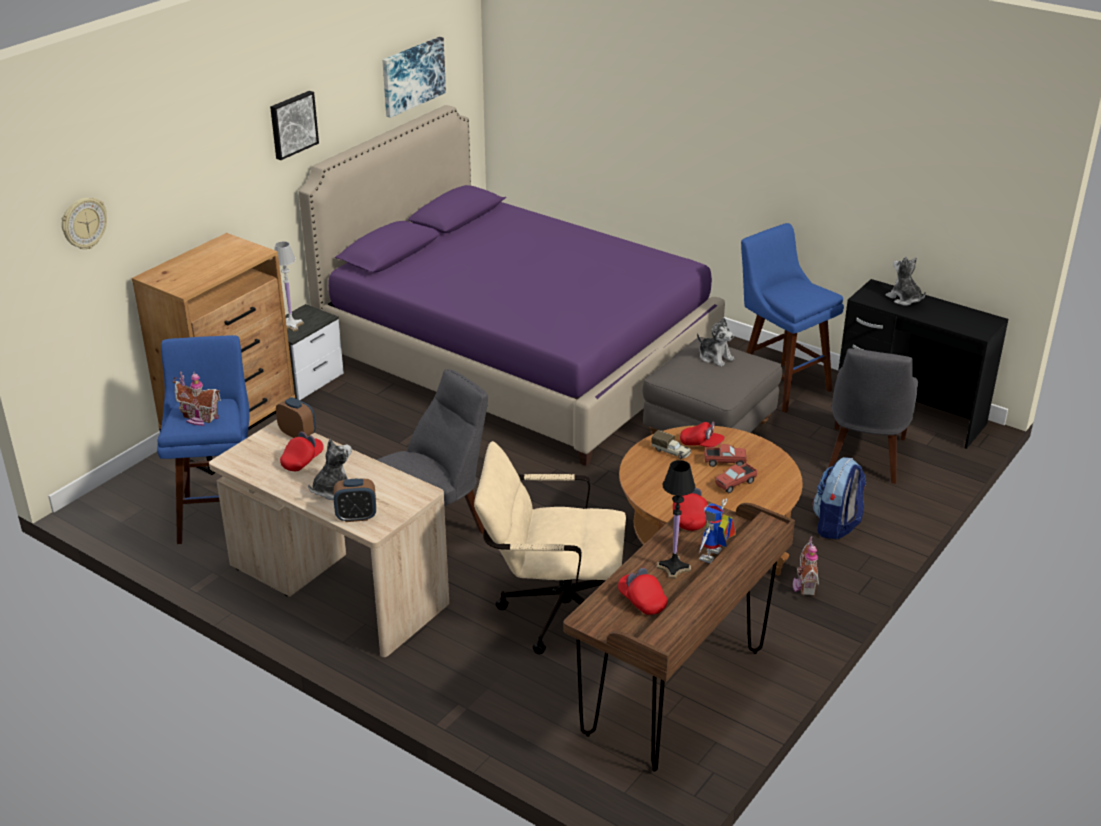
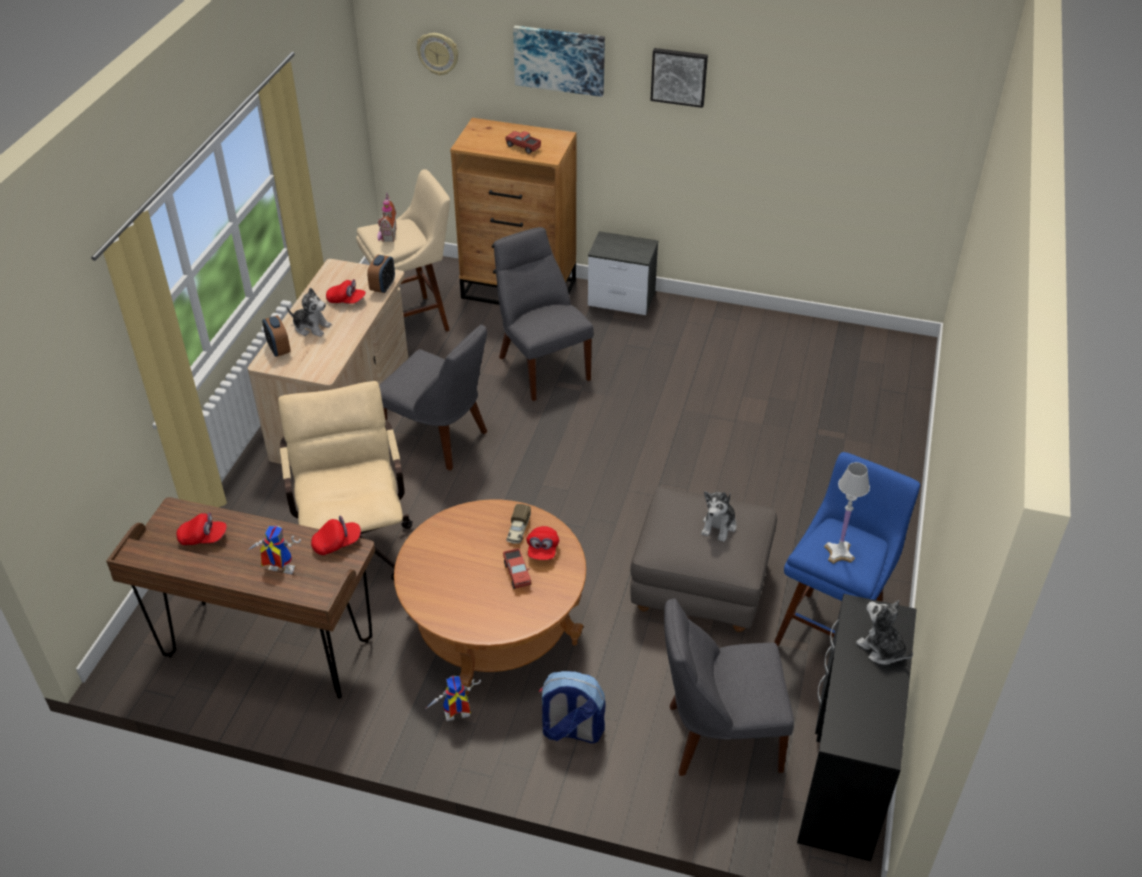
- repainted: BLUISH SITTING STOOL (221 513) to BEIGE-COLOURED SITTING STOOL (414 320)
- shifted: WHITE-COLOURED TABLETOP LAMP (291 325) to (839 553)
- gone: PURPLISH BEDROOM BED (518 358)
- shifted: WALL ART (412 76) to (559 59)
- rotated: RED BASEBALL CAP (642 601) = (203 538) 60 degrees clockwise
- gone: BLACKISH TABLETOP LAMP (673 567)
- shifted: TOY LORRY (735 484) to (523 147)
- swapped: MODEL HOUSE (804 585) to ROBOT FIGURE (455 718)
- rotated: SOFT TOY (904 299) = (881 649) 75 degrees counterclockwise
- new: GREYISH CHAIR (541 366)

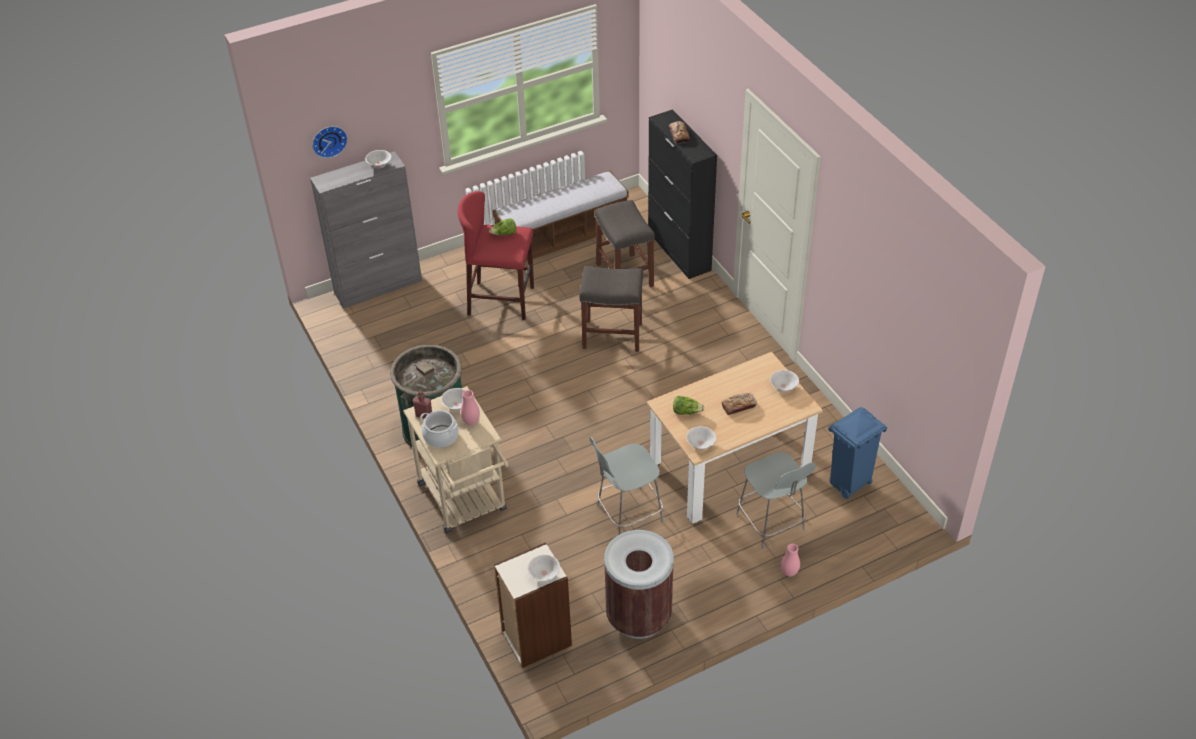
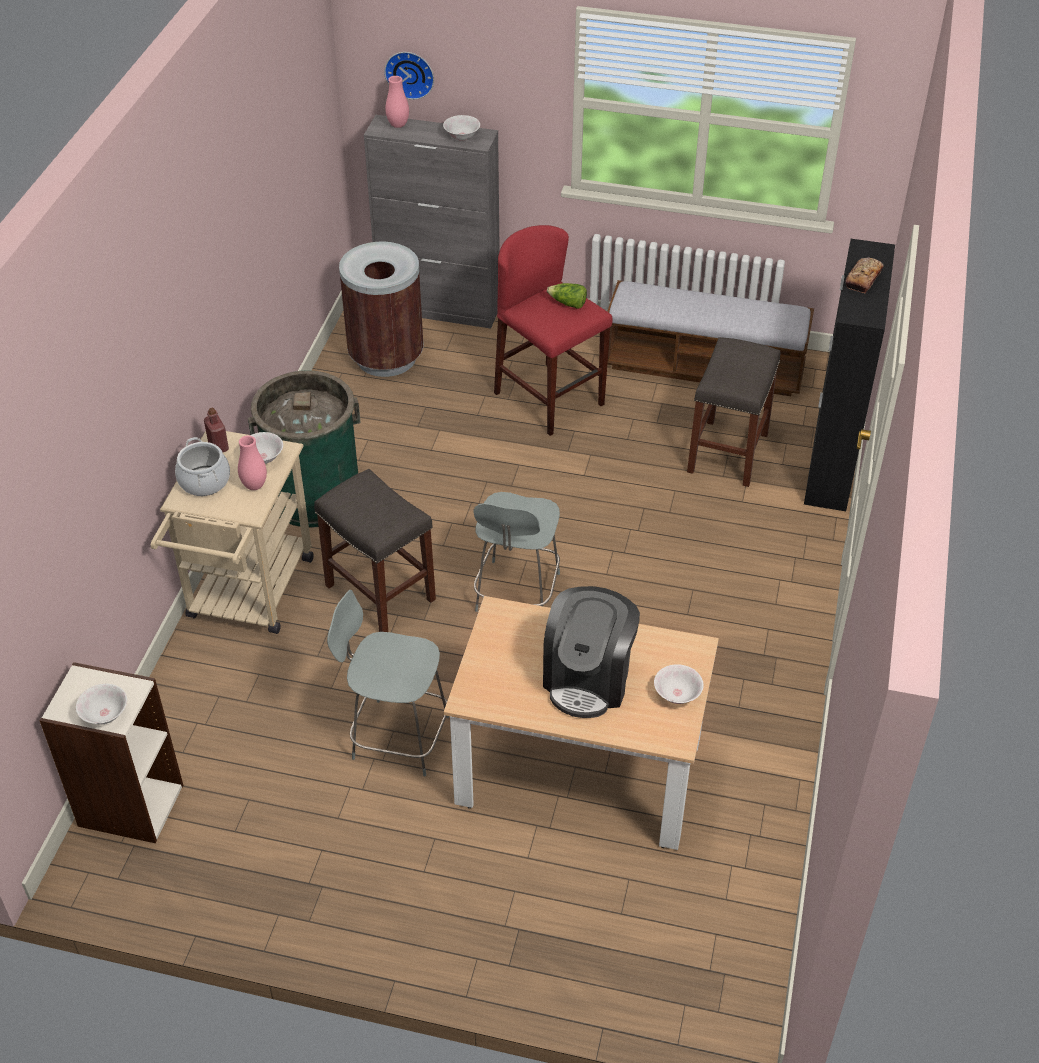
- shifted: GREYISH SITTING STOOL (611 335) to (378 592)
- shifted: BROWNISH TRASH CAN (638 616) to (385 357)
- gone: LETTUCE HEAD (686 411)
- gone: WHITE-COLOURED SERVING BOWL (701 444)
- swapped: BAKERY BREAD (738 406) to COFFEE BREWER (588 678)
- shifted: GREYISH CHAIR (771 523) to (516 595)
- shifted: PINK VASE (789 572) to (398 125)
- gone: BLUISH TRASH CAN (848 485)

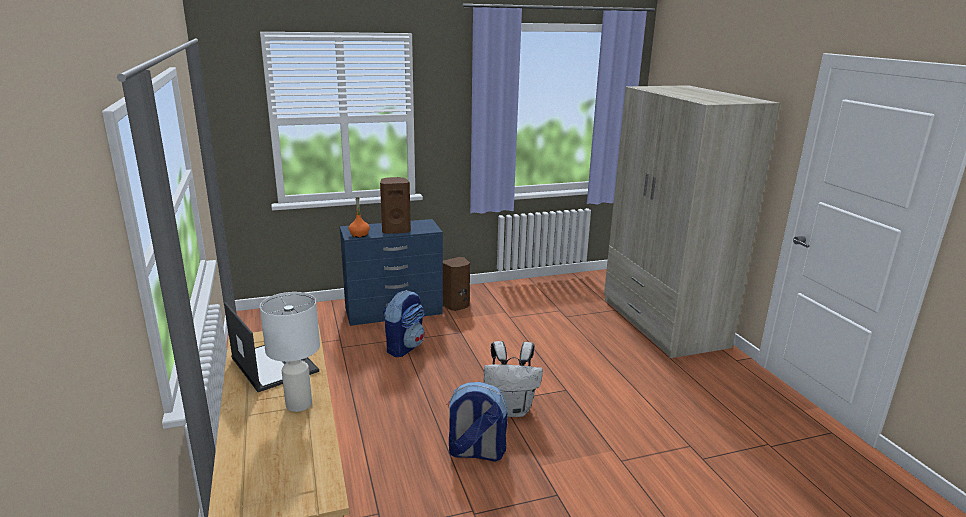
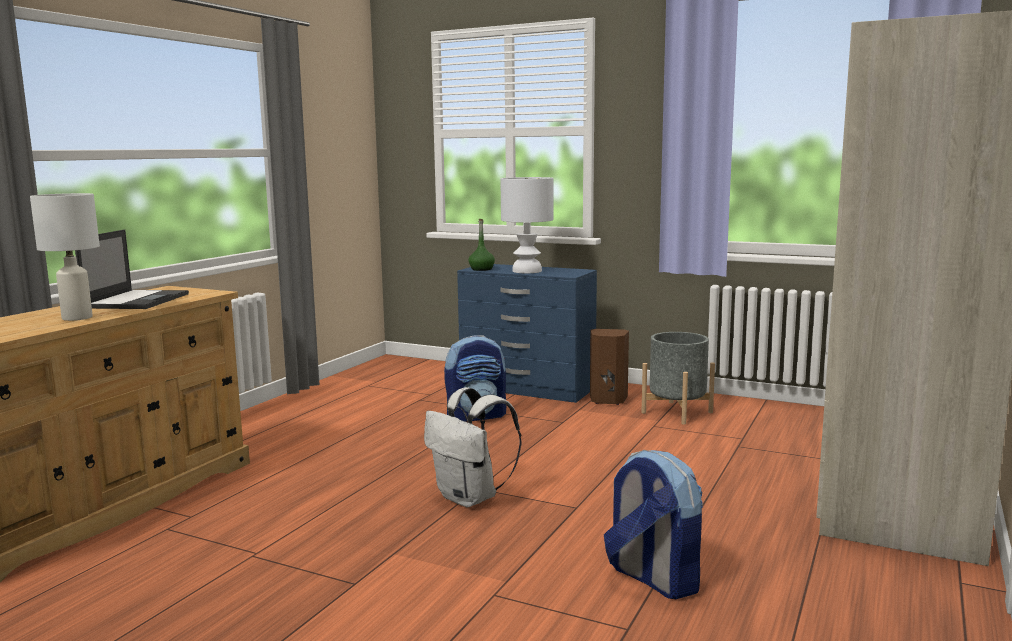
- repainted: ORANGE DRINK BOTTLE (359 235) to GREENISH DRINK BOTTLE (481 269)
- swapped: BROWNISH AUDIO SPEAKER (395 230) to WHITE-COLOURED TABLETOP LAMP (528 271)
- shifted: RUCKSACK (475 452) to (652 578)
- new: GREYISH PLANTER (677 412)

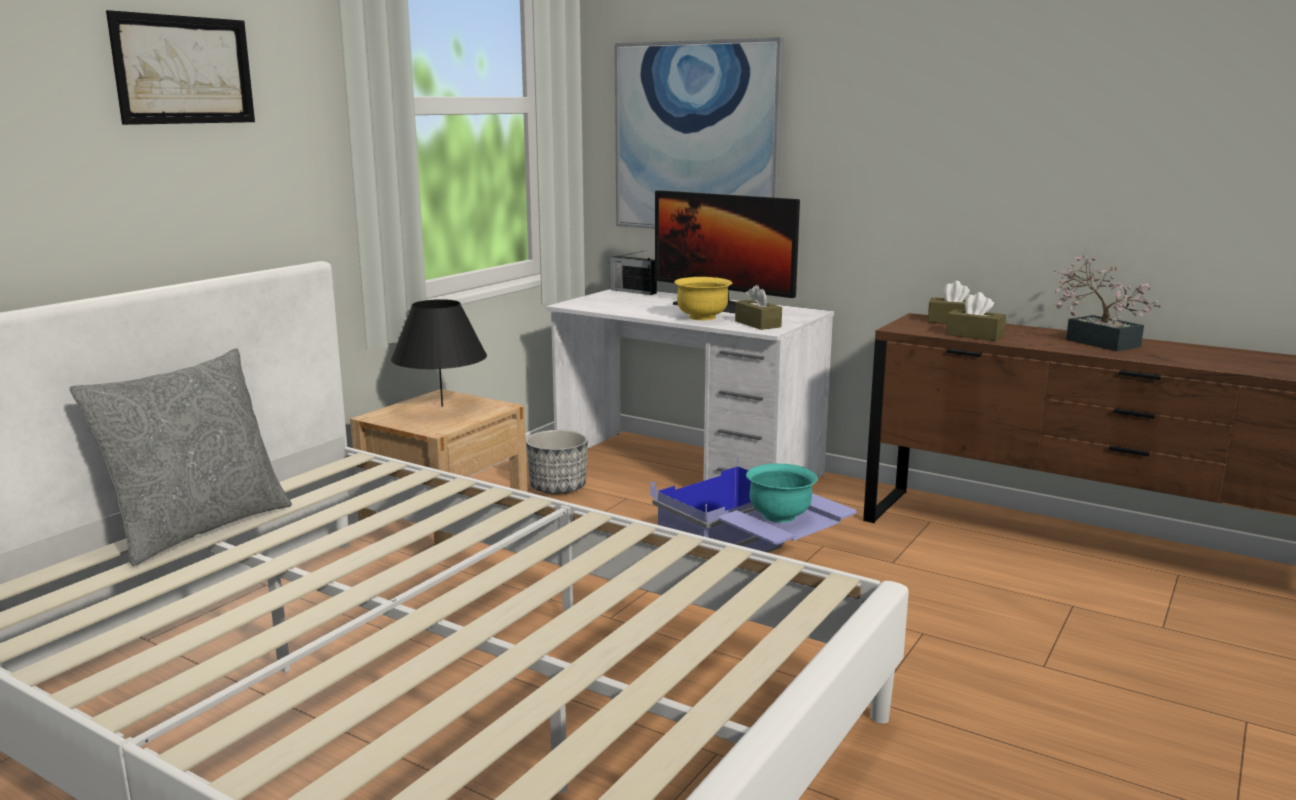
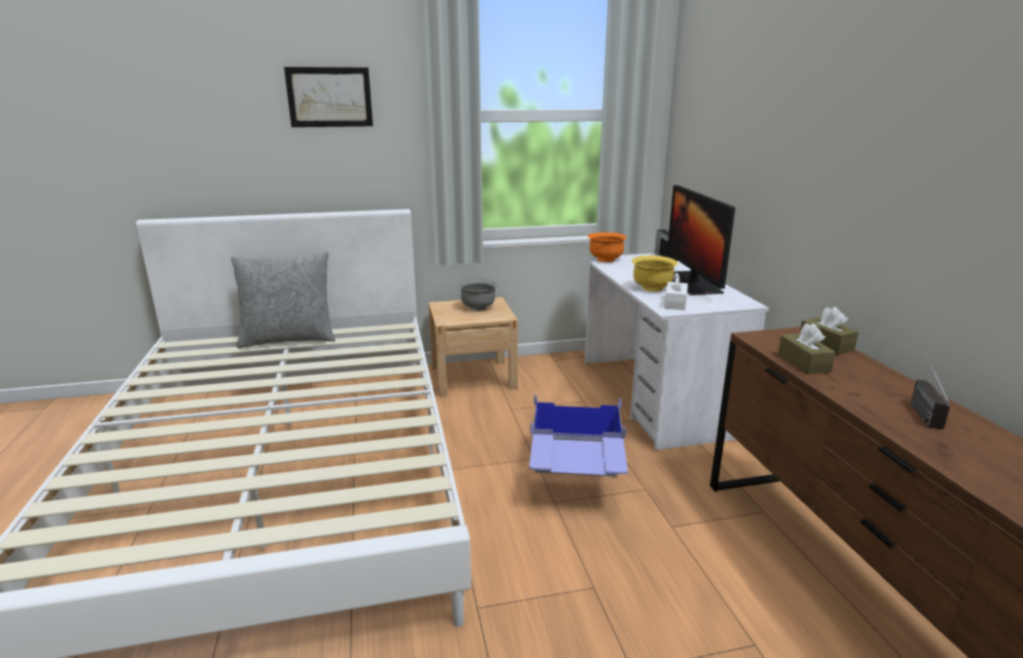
- swapped: BLACKISH TABLETOP LAMP (442 406) to GREYISH SERVING BOWL (478 308)
- gone: PLANTER (558 488)
- gone: WALL ART (696 138)
- repainted: BROWNISH TISSUE HOLDER (758 324) to WHITE-COLOURED TISSUE HOLDER (675 303)
- gone: BLUE-GREEN SERVING BOWL (780 516)
- swapped: PLANT IN A POT (1096 341) to RADIO SET (919 408)
- new: ORANGE SERVING BOWL (605 260)

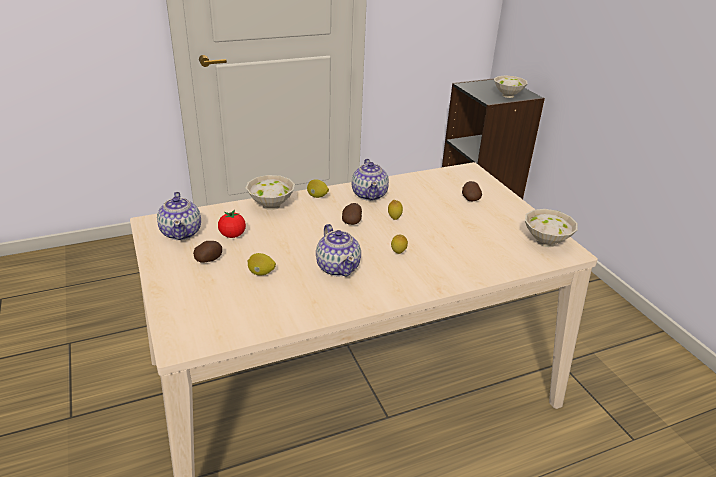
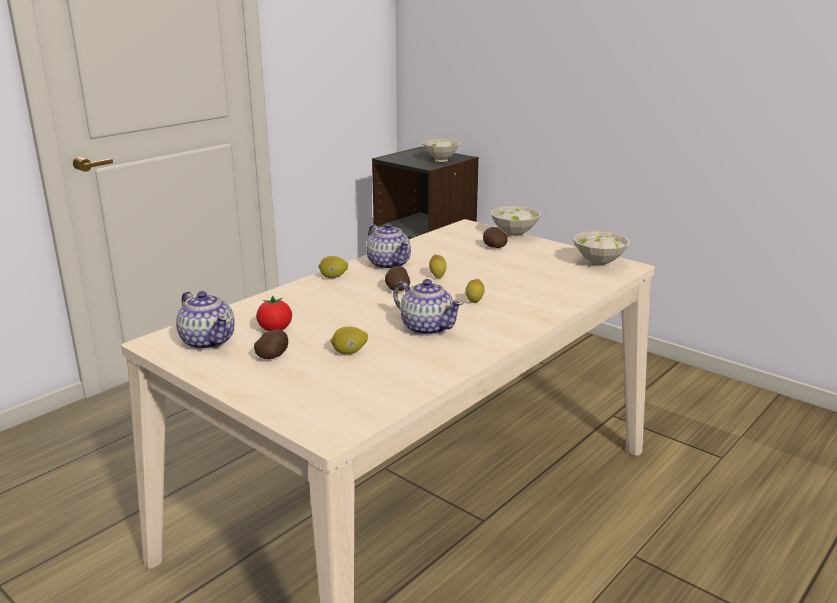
- shifted: WHITE-COLOURED SERVING BOWL (270 205) to (513 235)

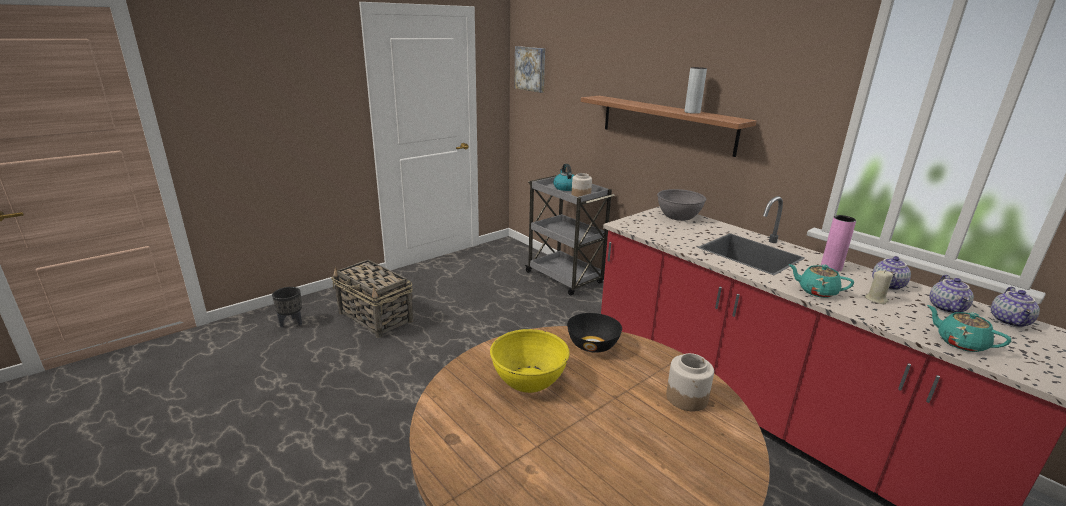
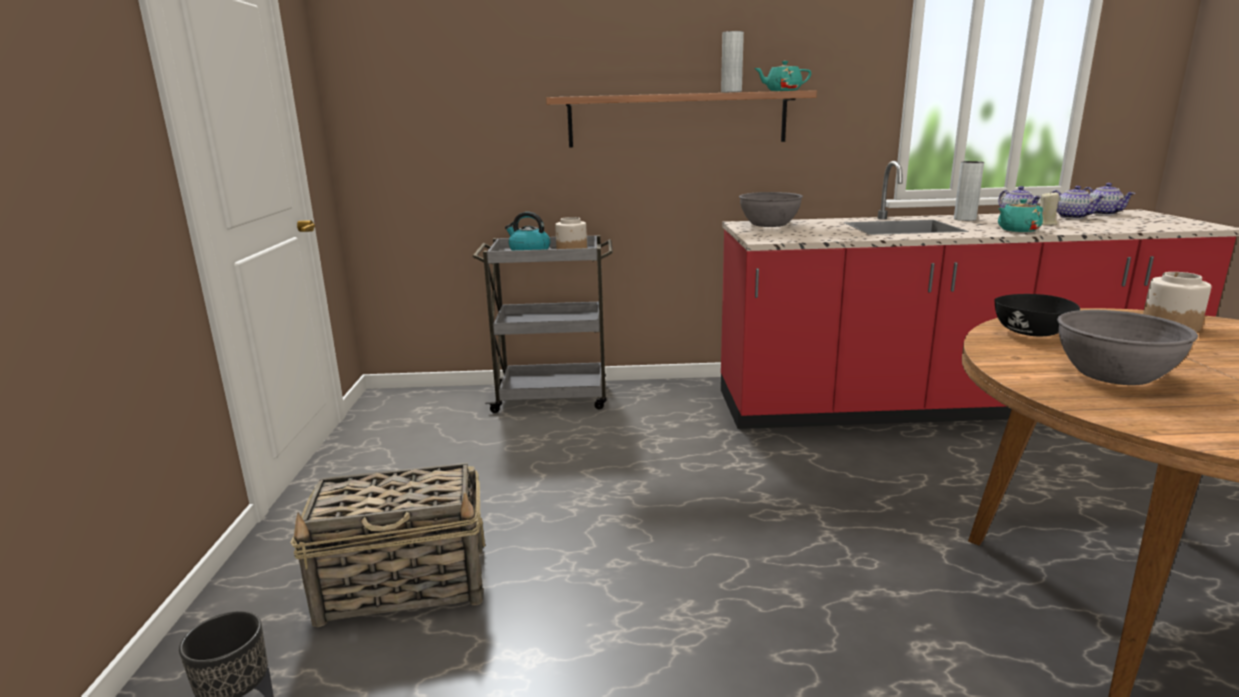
- repainted: YELLOW-COLOURED SERVING BOWL (529 379) to GREYISH SERVING BOWL (1114 374)
- gone: WALL ART (531 69)
- repainted: PINK VASE (831 267) to GREYISH VASE (964 219)
- shifted: BLUE-GREEN TEA POT (960 343) to (782 91)

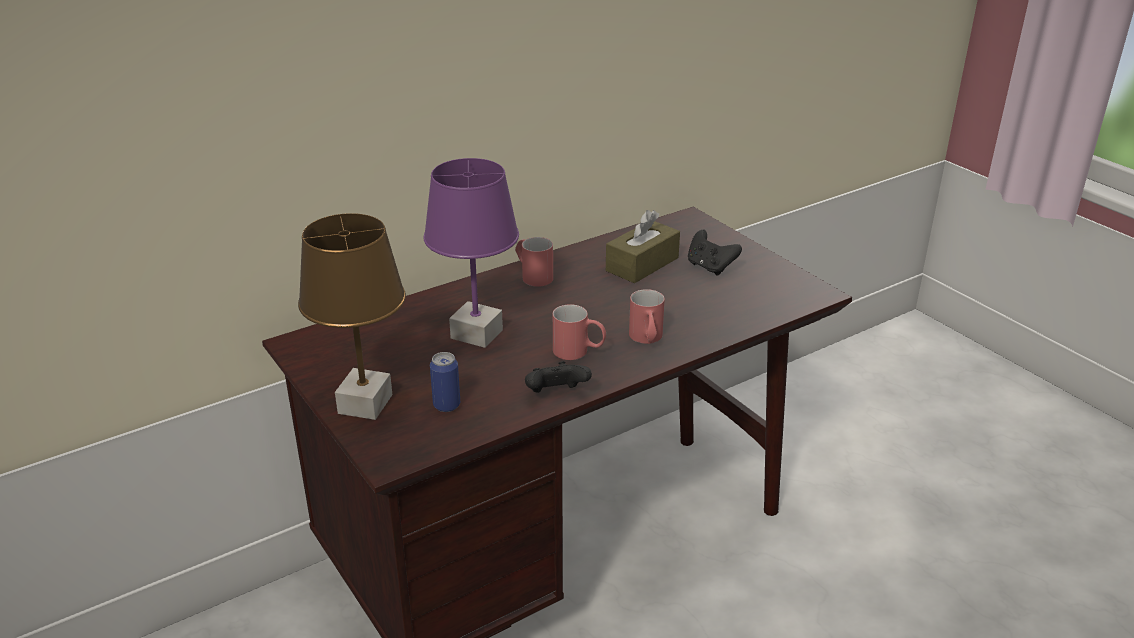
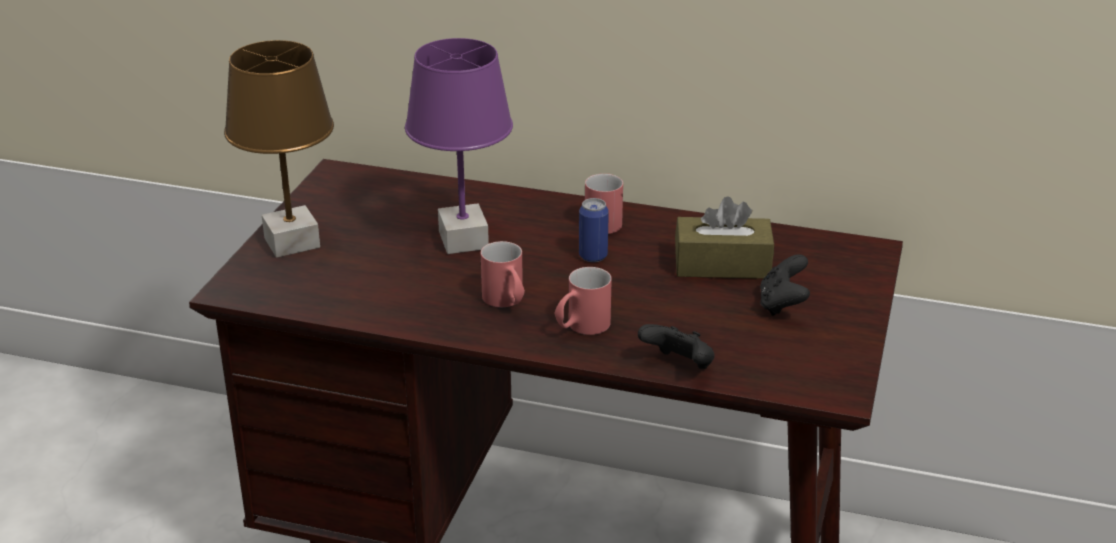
- shifted: METAL CAN (446 405) to (593 256)
- shifted: BLACKISH GAME CONTROLLER (556 395) to (679 366)

